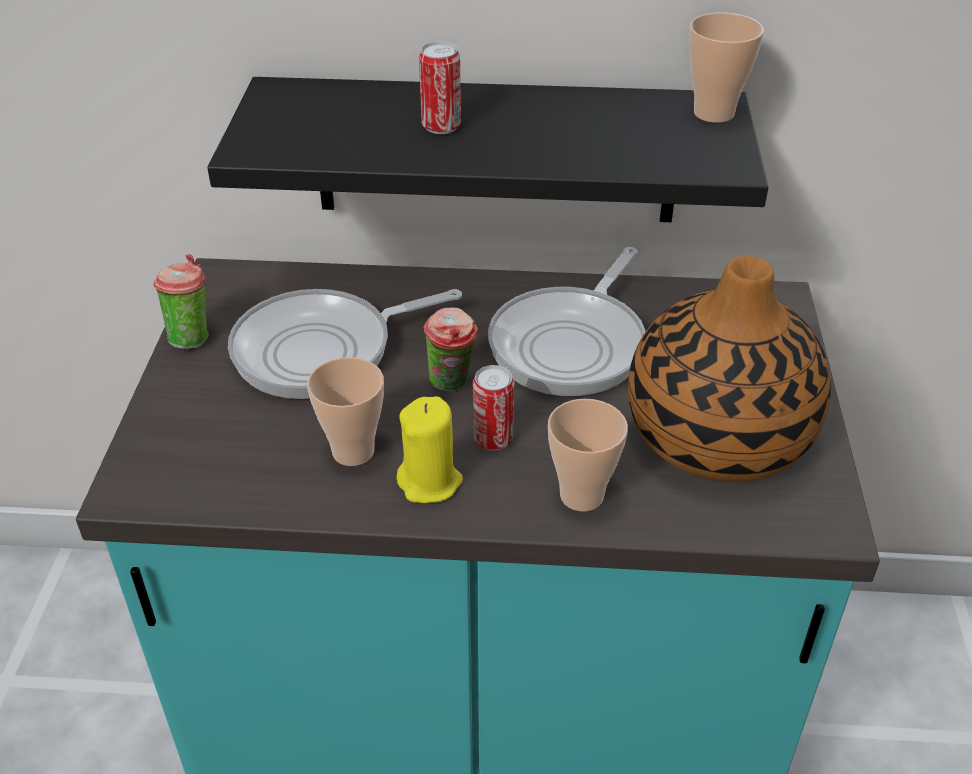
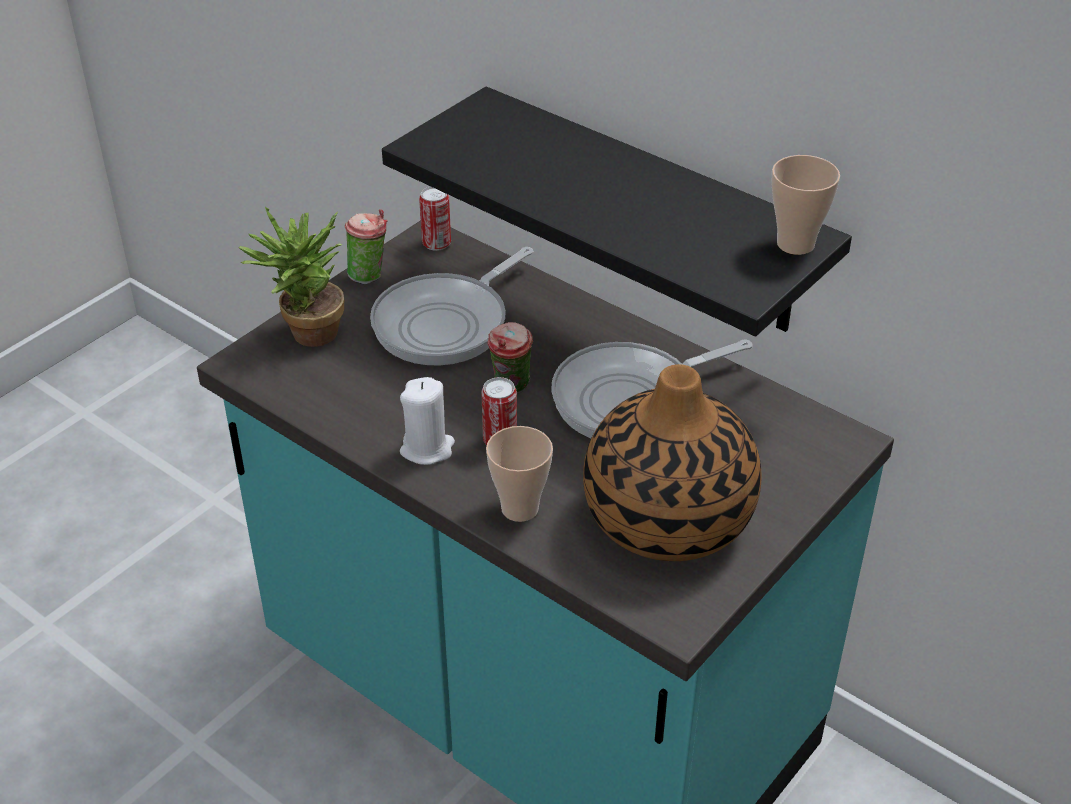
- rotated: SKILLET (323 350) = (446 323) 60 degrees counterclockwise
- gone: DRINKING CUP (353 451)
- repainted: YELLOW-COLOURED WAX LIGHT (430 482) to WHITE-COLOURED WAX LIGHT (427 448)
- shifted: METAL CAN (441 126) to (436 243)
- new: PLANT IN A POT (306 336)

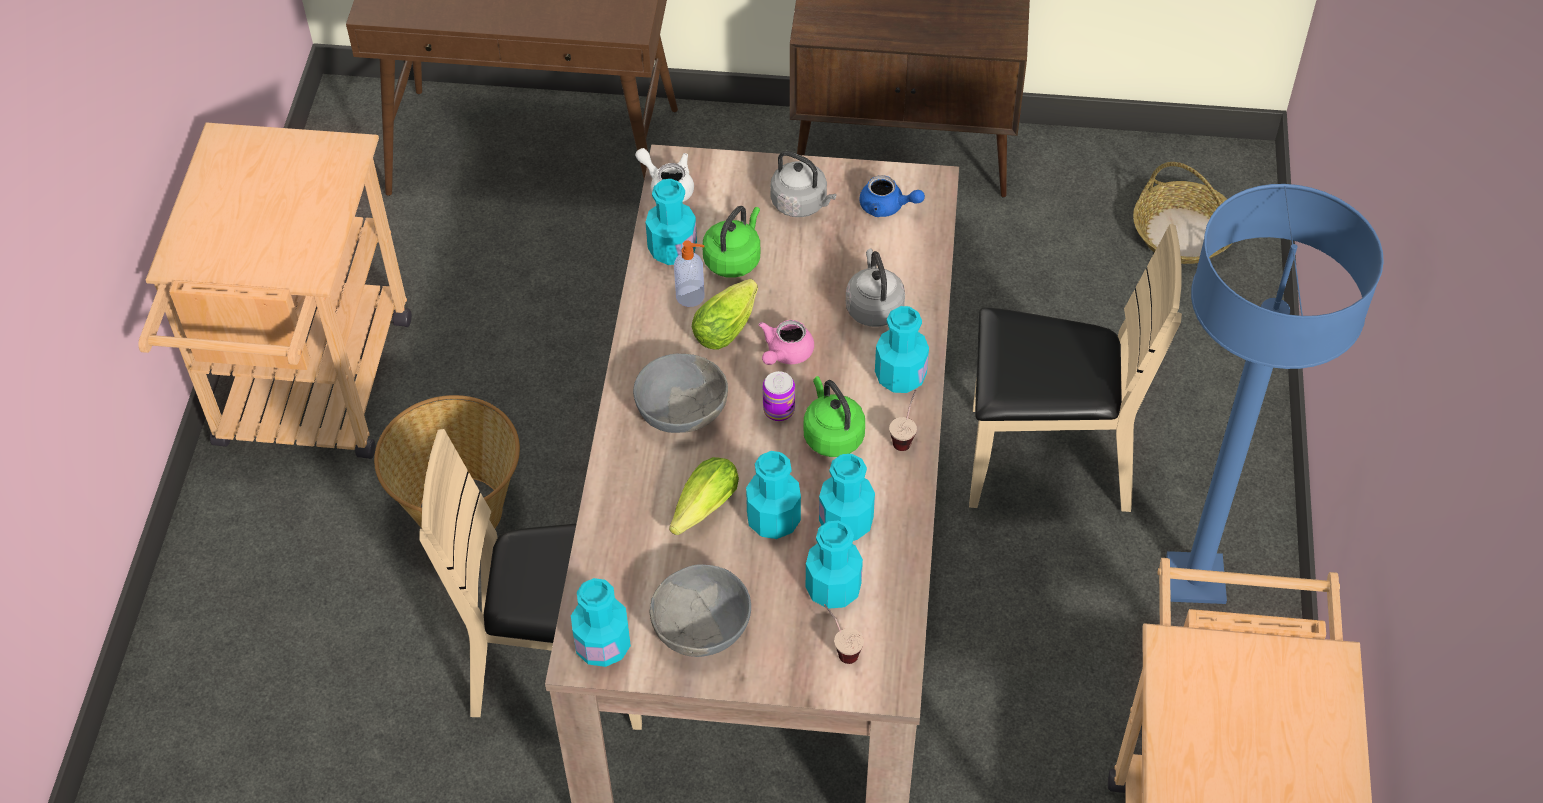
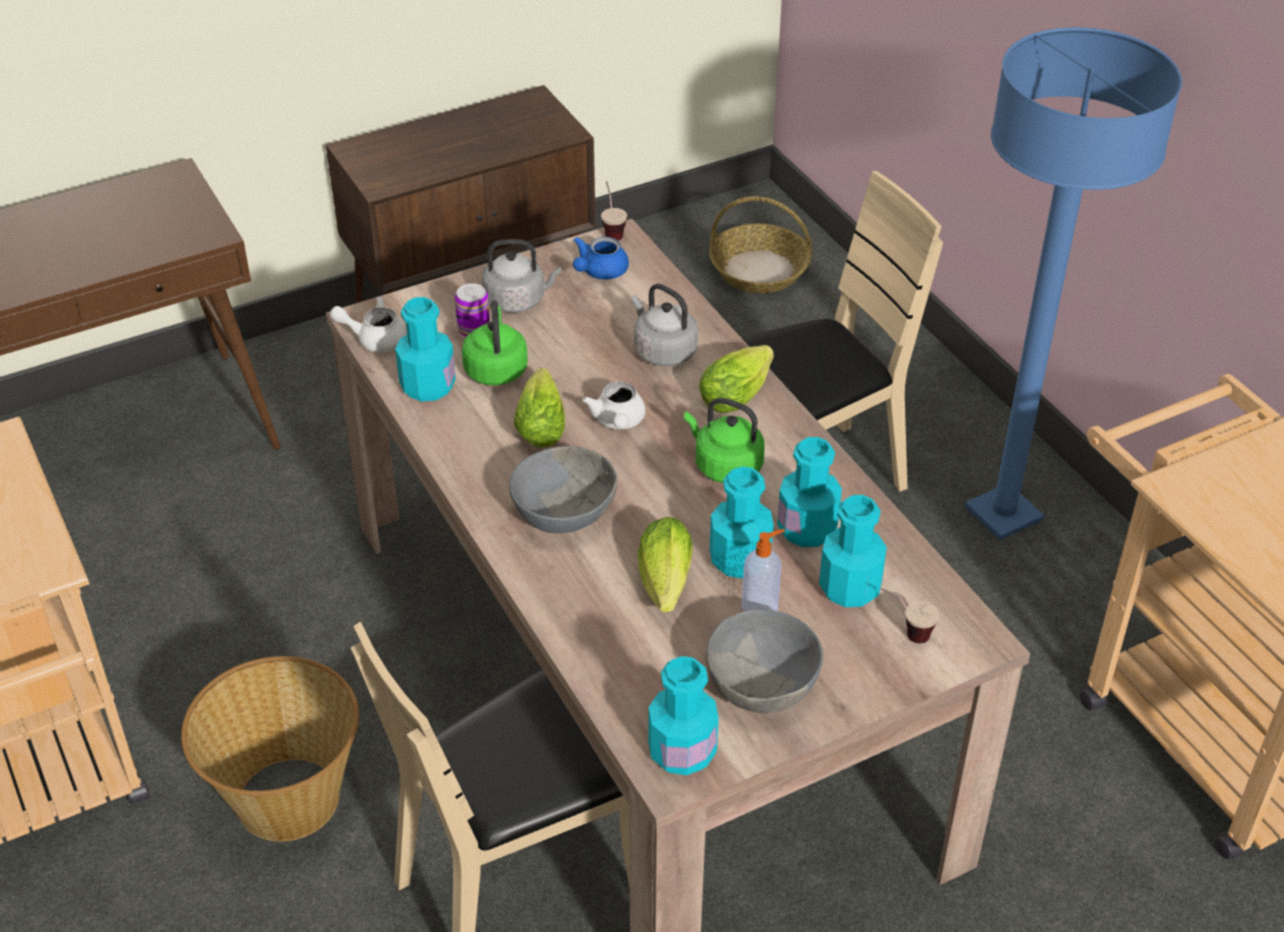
- shifted: SOAP DISPENSER (691 296) to (761 606)
- repainted: PINK TEA POT (785 354) to WHITE-COLOURED TEA POT (618 422)
- shifted: METAL CAN (779 410) to (474 329)
- rotated: BLUISH TEA POT (887 207) = (599 272) 135 degrees clockwise
- swapped: BLUE-GREEN DRINK BOTTLE (900 376) to LETTUCE HEAD (739 393)
- shifted: DRINKING CUP (905 435) to (612 230)

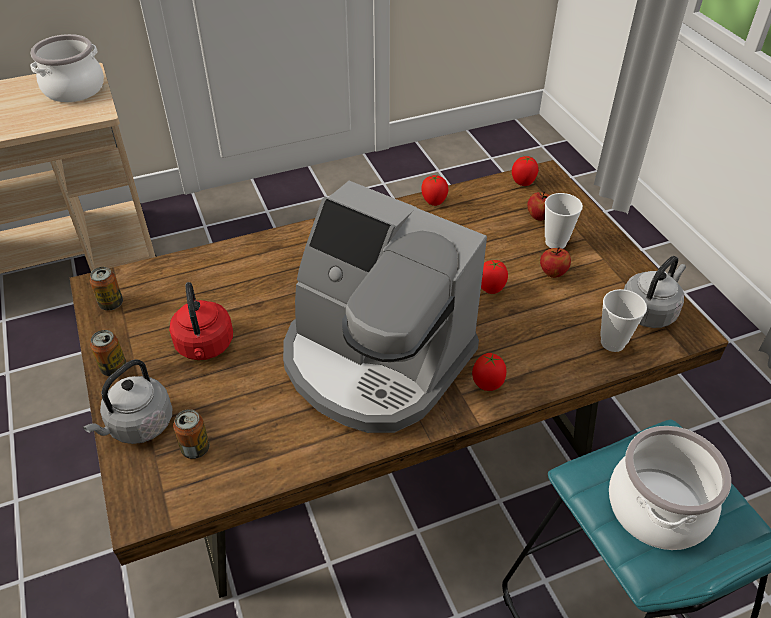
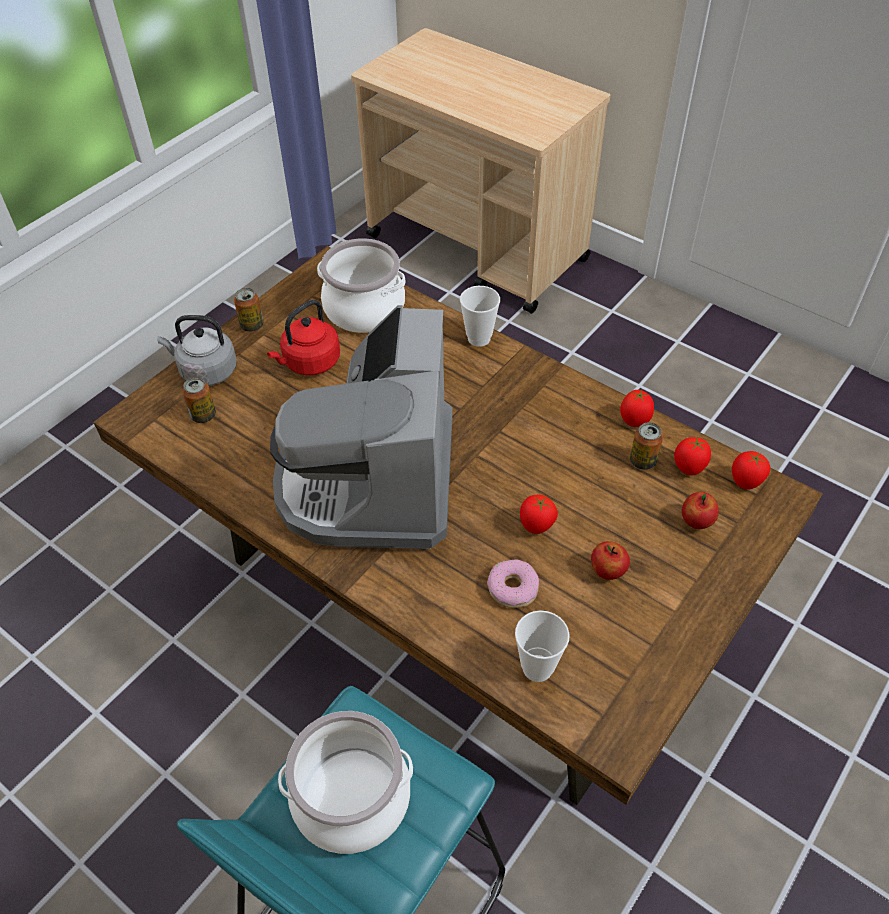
- shifted: SAUCEPOT (74 89) to (364 310)
- shifted: METAL CAN (111 304) to (642 461)
- shifted: WHOLE TOMATO (487 385) to (688 469)
- shifted: DRINKING CUP (555 242) to (479 338)
- gone: GREYISH TEA KETTLE (649 311)
- new: RING DOUGHNUT (513 588)

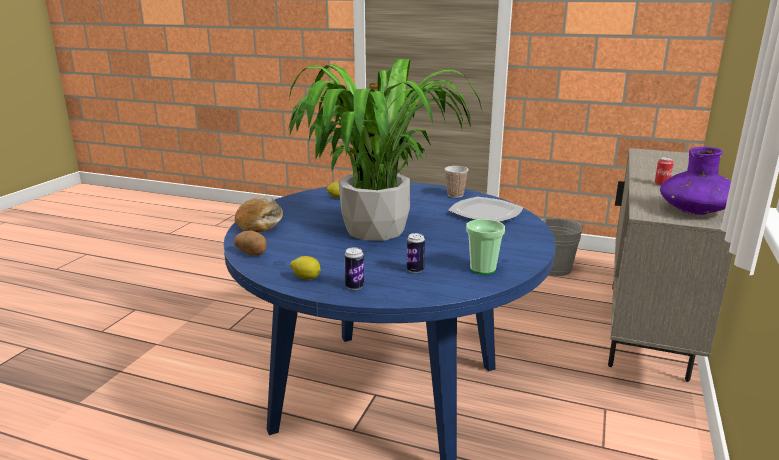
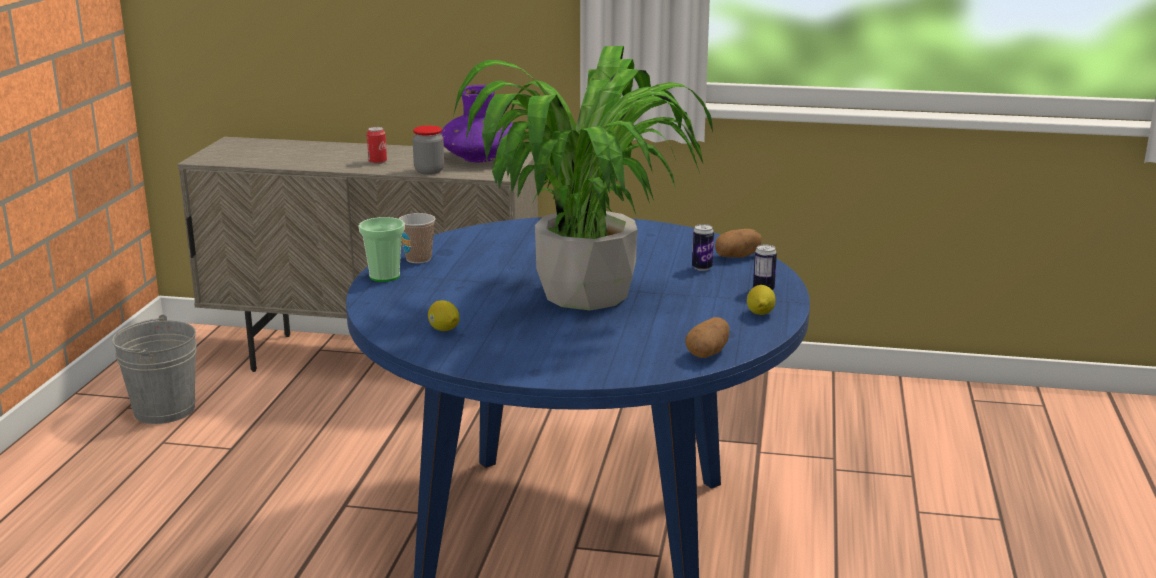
- gone: BAKERY BREAD (260 223)
- gone: DINNER PLATE (486 213)
- shifted: DRINKING CUP (482 269) to (384 276)
- new: PRESERVE JAR (429 171)
- new: SPUD (737 256)

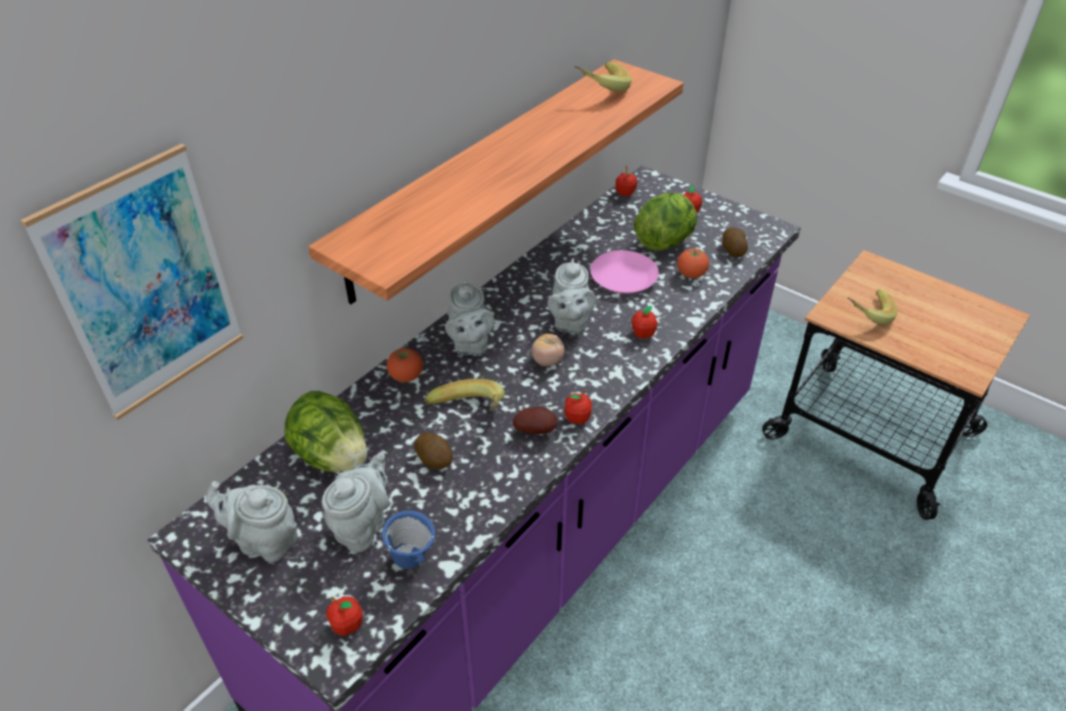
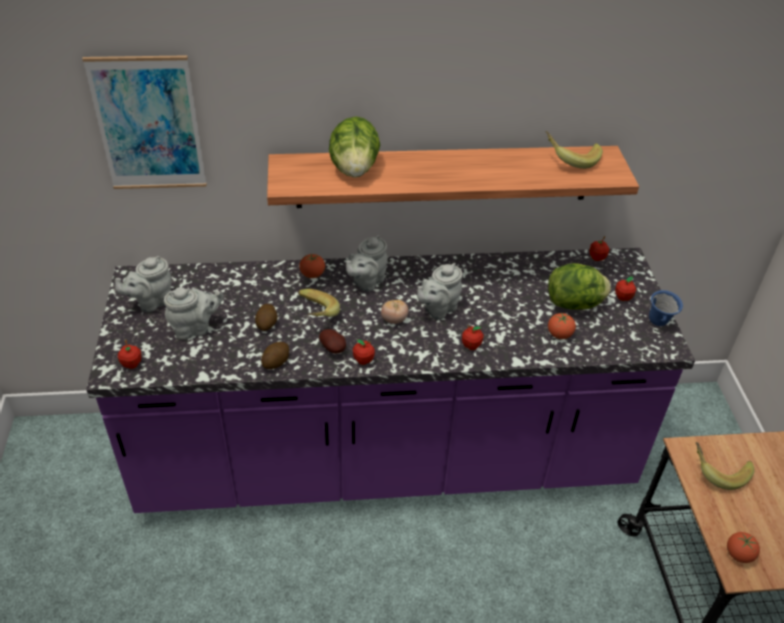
- rotated: GREYISH TEA POT (264 541) = (151 302) 105 degrees counterclockwise
- shifted: LETTUCE HEAD (332 456) to (354 169)
- shifted: BLUISH TEA MUG (413 560) to (659 323)
- gone: PINK DINNER PLATE (623 278)
- shifted: SPUD (732 250) to (276 362)
- new: WHOLE TOMATO (738 554)

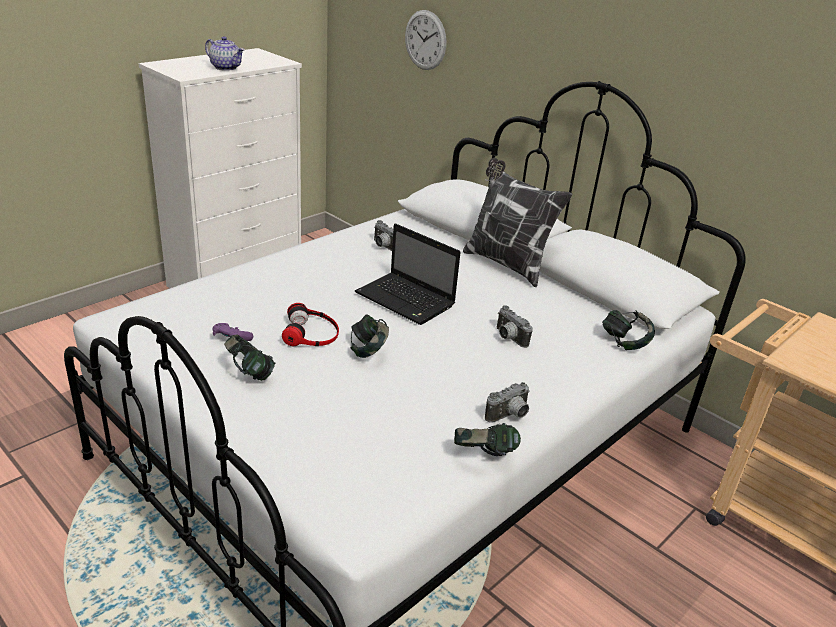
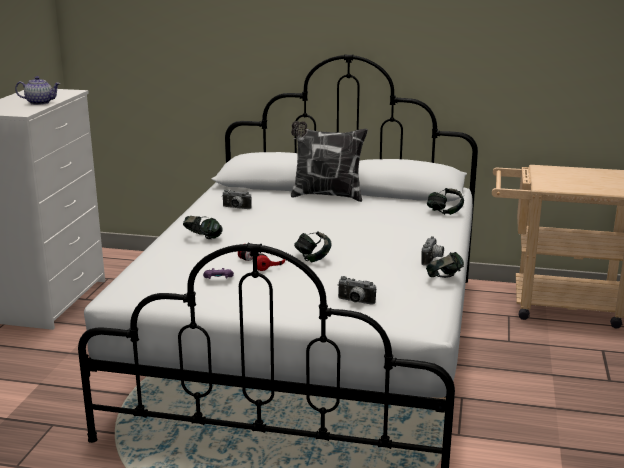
- shifted: HEADSET (250 373) to (203 238)
- gone: NOTEBOOK COMPUTER (407 300)
- gone: HANGING CLOCK (425 40)
- shifted: STILL CAMERA (508 338) to (355 302)

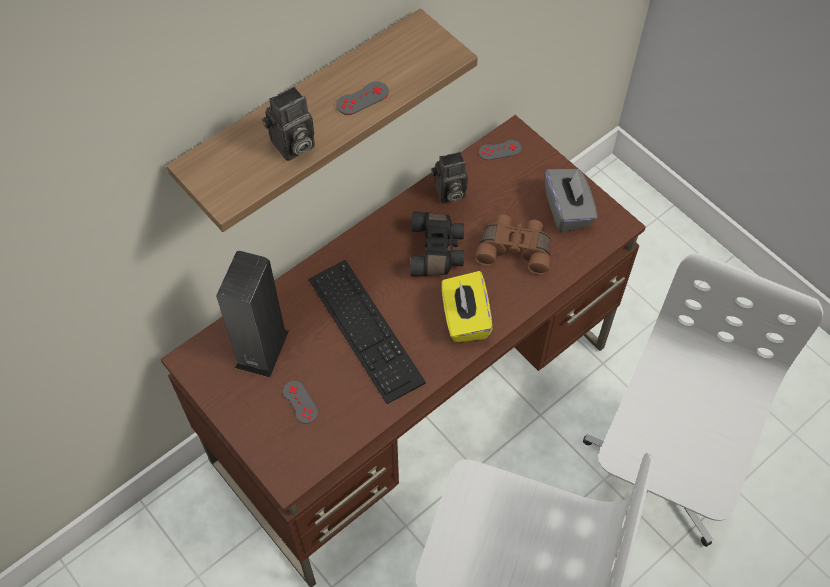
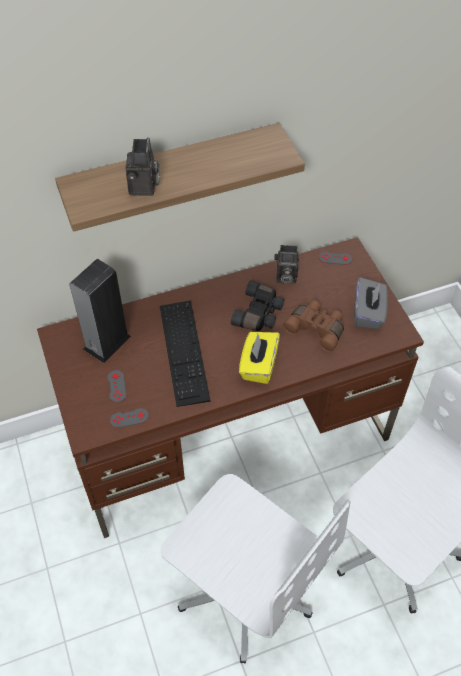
- rotated: STILL CAMERA (292 146) = (144 188) 75 degrees counterclockwise
- shifted: GREYISH GAME CONTROLLER (362 98) to (129 418)

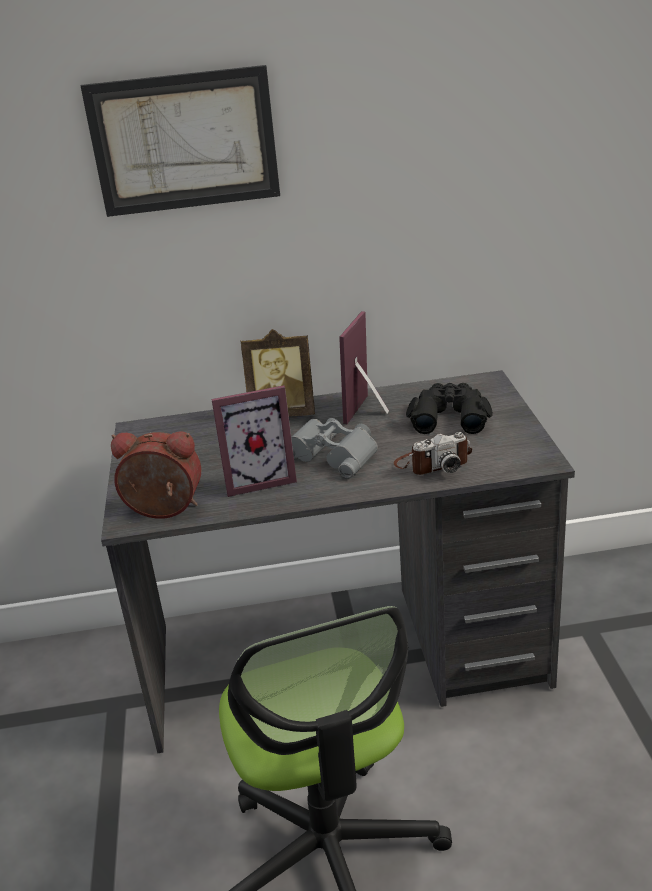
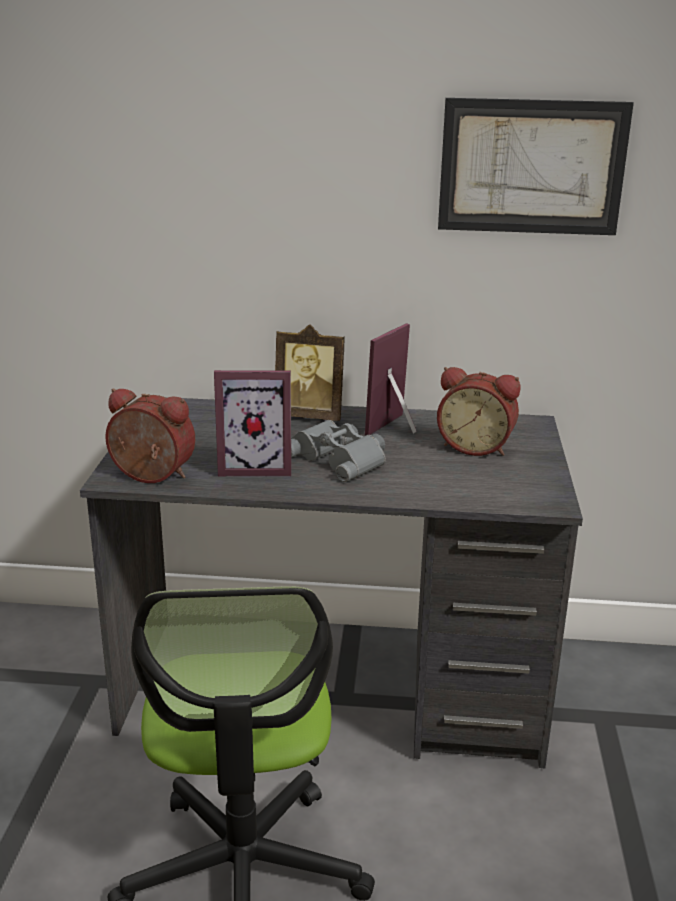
- shifted: WALL ART (184 141) to (531 167)
- gone: STILL CAMERA (433 463)
- swapped: BLACKISH FIELD GLASSES (449 416) to TABLE CLOCK (476 446)

